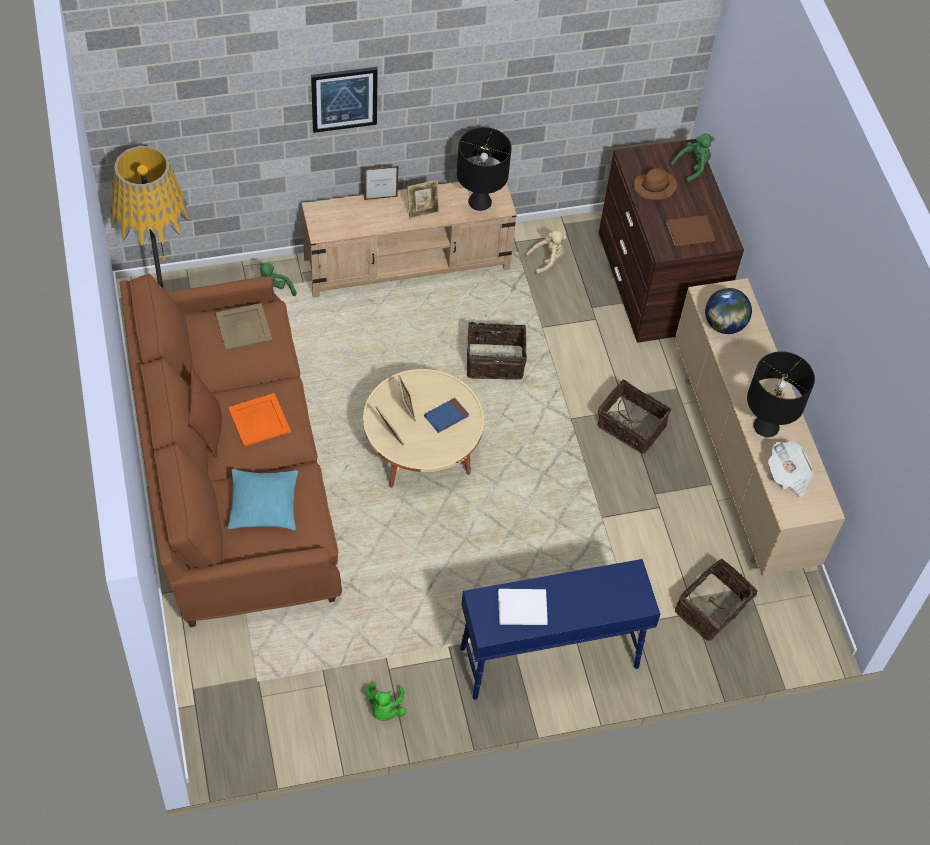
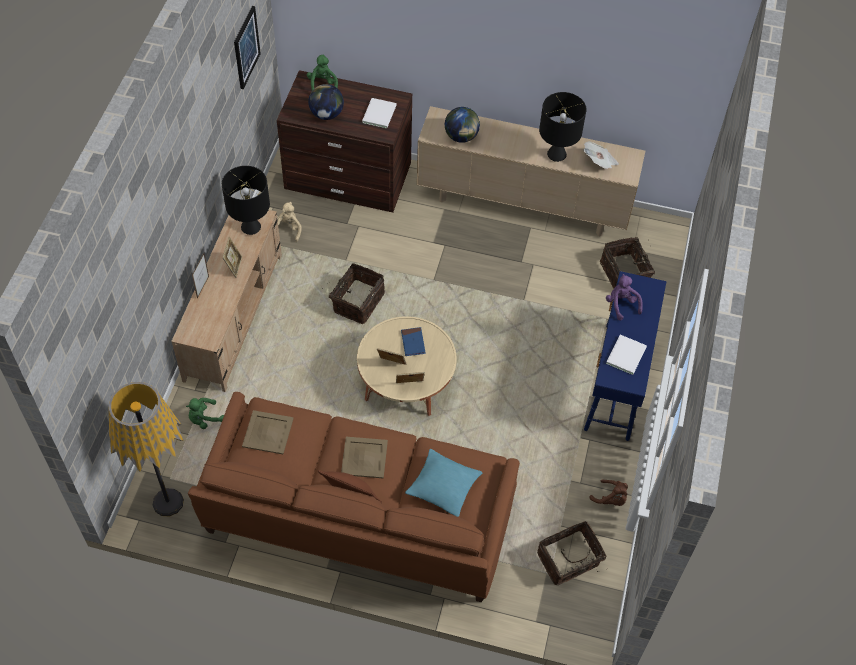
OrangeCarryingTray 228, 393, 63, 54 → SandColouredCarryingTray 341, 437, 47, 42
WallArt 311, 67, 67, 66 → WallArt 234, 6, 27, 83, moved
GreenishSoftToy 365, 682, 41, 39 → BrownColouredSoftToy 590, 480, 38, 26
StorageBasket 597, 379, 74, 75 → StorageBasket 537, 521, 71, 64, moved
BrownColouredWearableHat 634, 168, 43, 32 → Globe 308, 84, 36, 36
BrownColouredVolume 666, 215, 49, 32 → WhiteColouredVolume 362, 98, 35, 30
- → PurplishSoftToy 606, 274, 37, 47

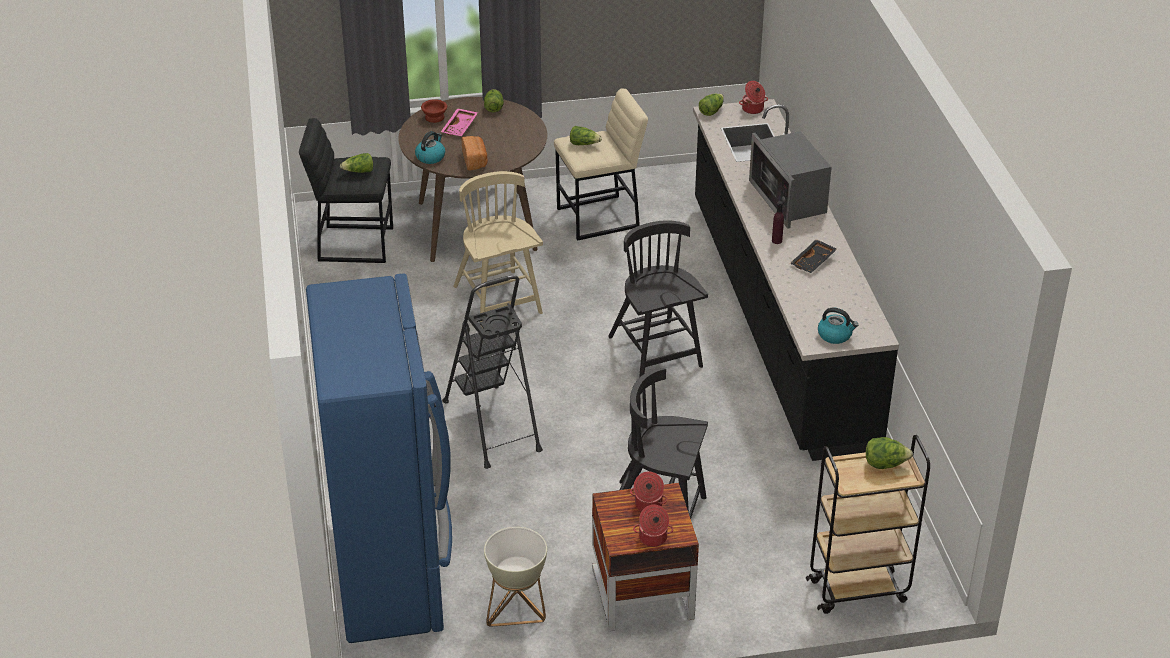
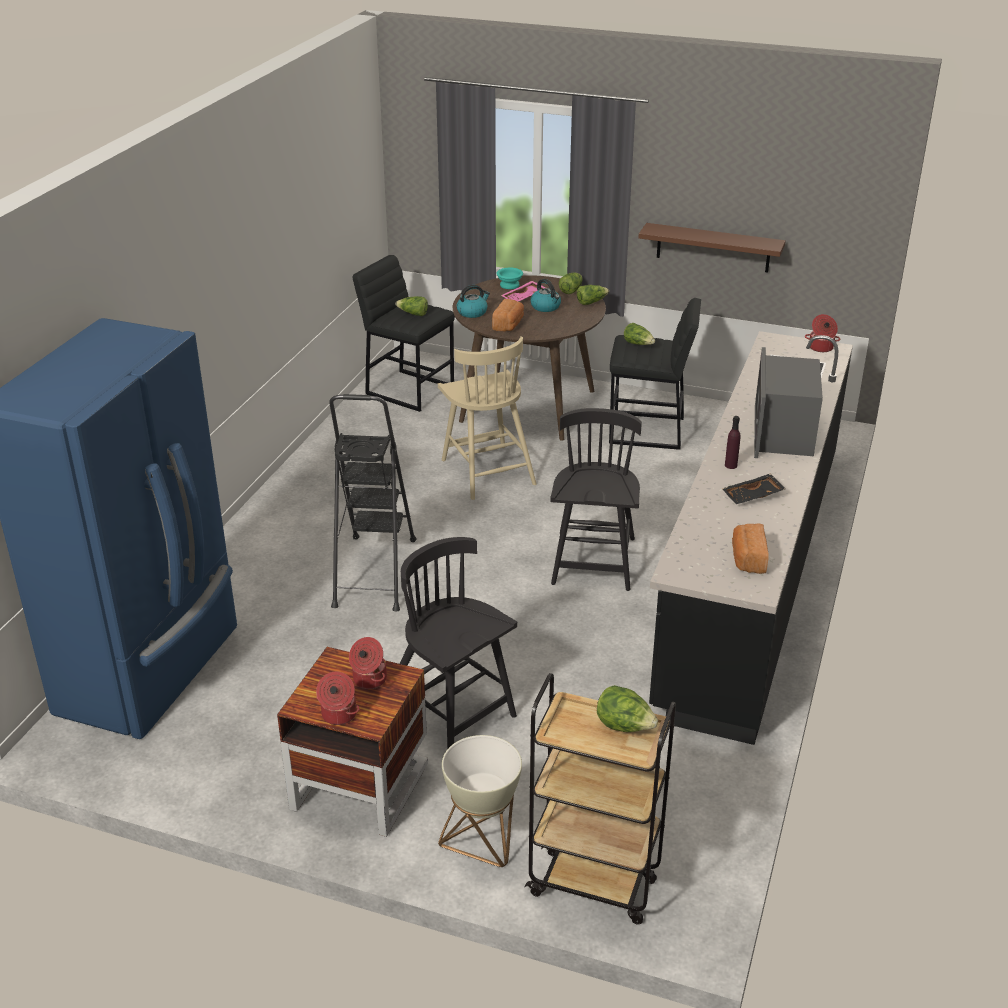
BrownColouredBowl 421, 99, 26, 24 → BlueGreenBowl 497, 268, 26, 21
SandColouredChair 453, 171, 90, 157 → SandColouredChair 438, 336, 98, 164, 150 degrees clockwise
Planter 484, 527, 63, 100 → Planter 438, 735, 84, 132, moved
SandColouredStool 554, 89, 94, 152 → BlackStool 609, 298, 92, 152
HeadOfLettuce 699, 94, 25, 22 → HeadOfLettuce 577, 285, 32, 20, moved
Kettle 818, 308, 40, 36 → Kettle 531, 279, 30, 33, moved
- → BrownColouredShelf 638, 223, 148, 49
- → Bread 732, 523, 37, 51

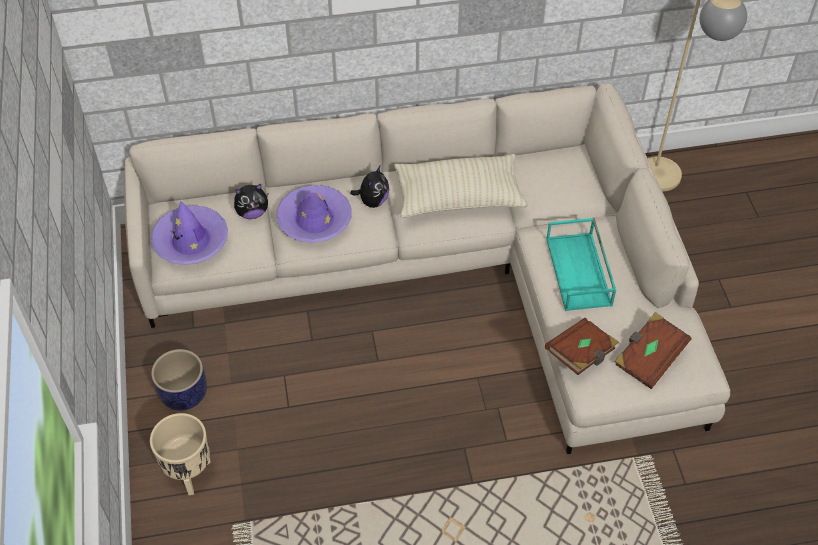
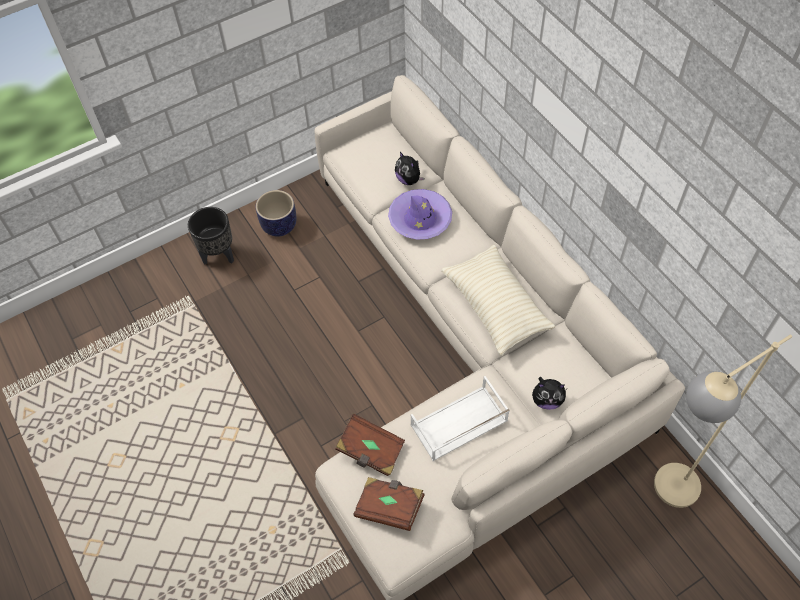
PurplishWearableHat 150, 201, 78, 64 → -
SandColouredPlanter 150, 413, 61, 82 → BlackPlanter 188, 207, 46, 58
SoftToy 350, 166, 39, 42 → SoftToy 532, 377, 34, 33, moved
BlueGreenCarryingTray 546, 218, 70, 93 → WhiteColouredCarryingTray 411, 376, 99, 85

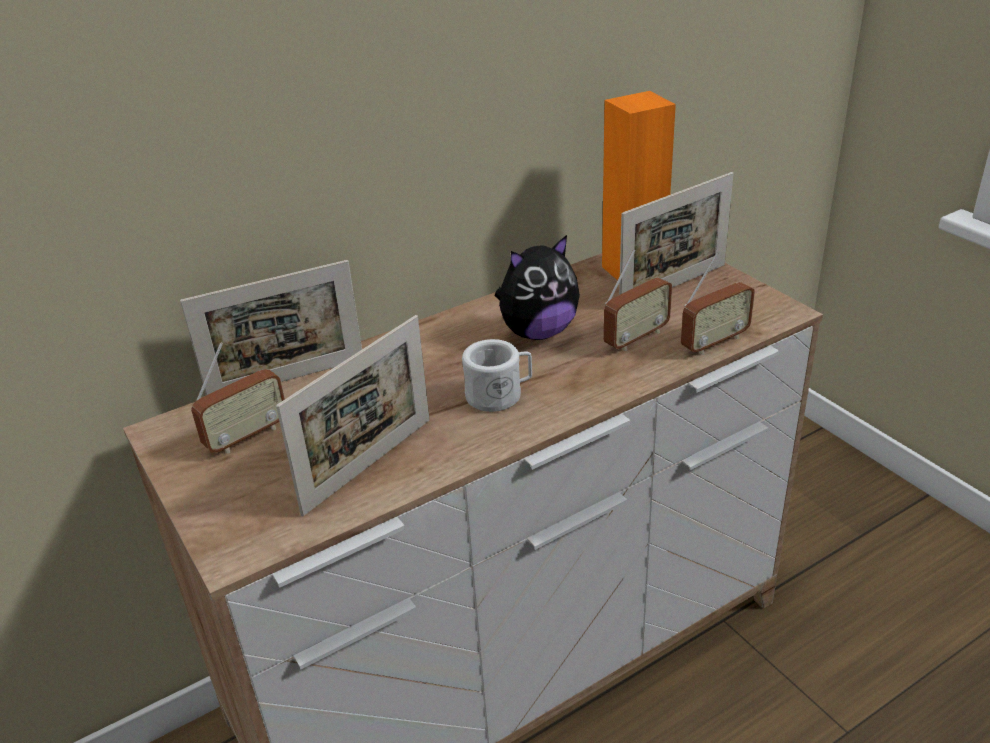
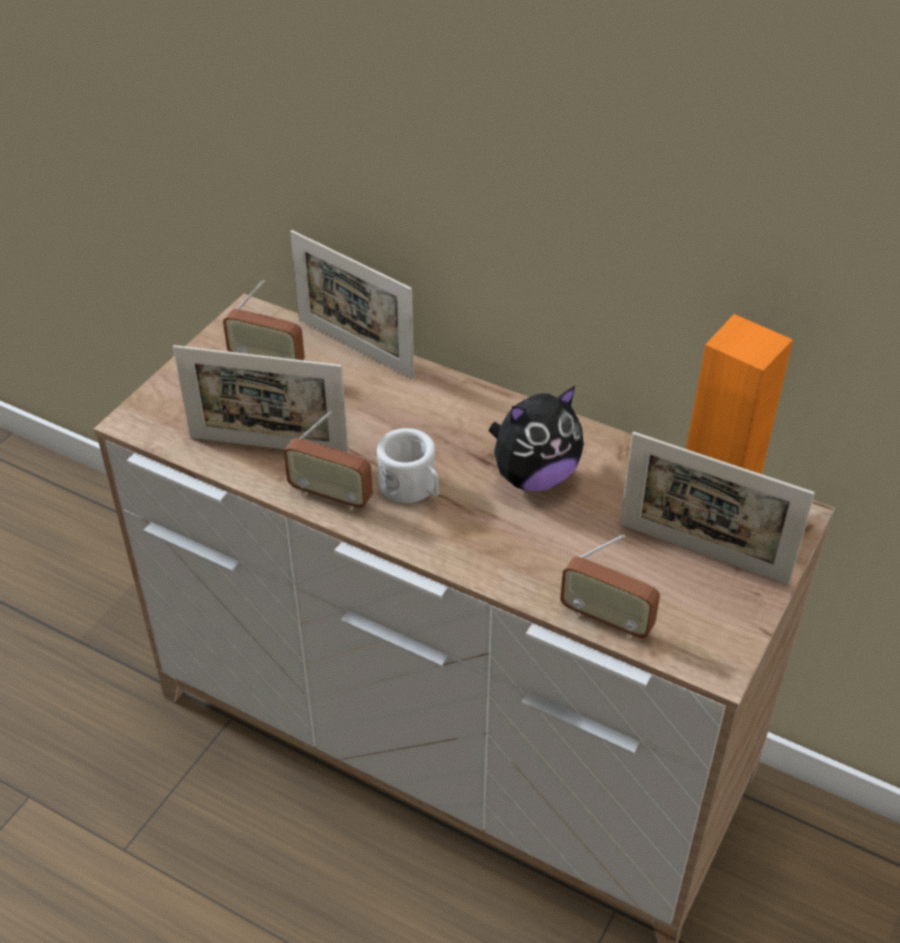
SoftToy 495, 235, 85, 105 → SoftToy 488, 386, 96, 105, 60 degrees counterclockwise
RadioSet 604, 249, 68, 102 → RadioSet 284, 411, 89, 100, moved

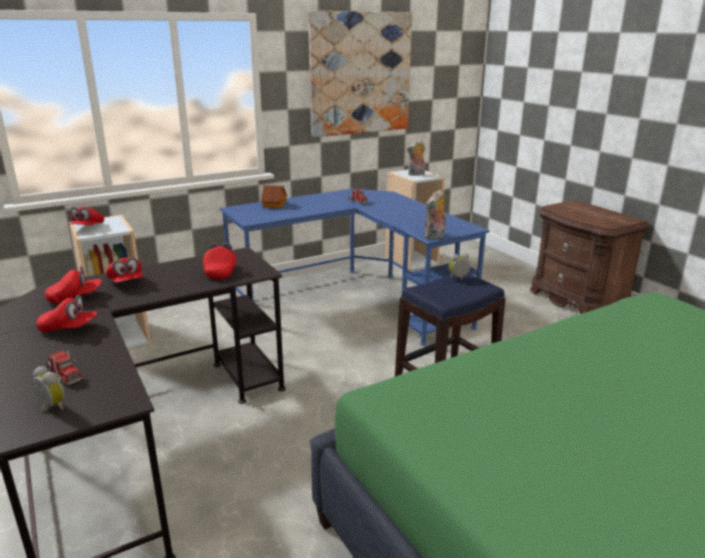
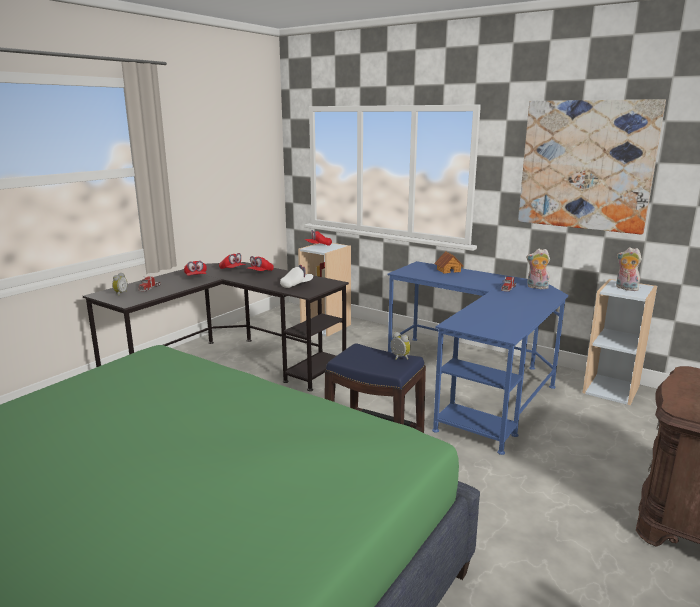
RedColouredPeakedCap 203, 243, 33, 36 → WhiteColouredPeakedCap 280, 265, 33, 23
SoftToy 425, 190, 21, 49 → SoftToy 526, 249, 24, 40, moved

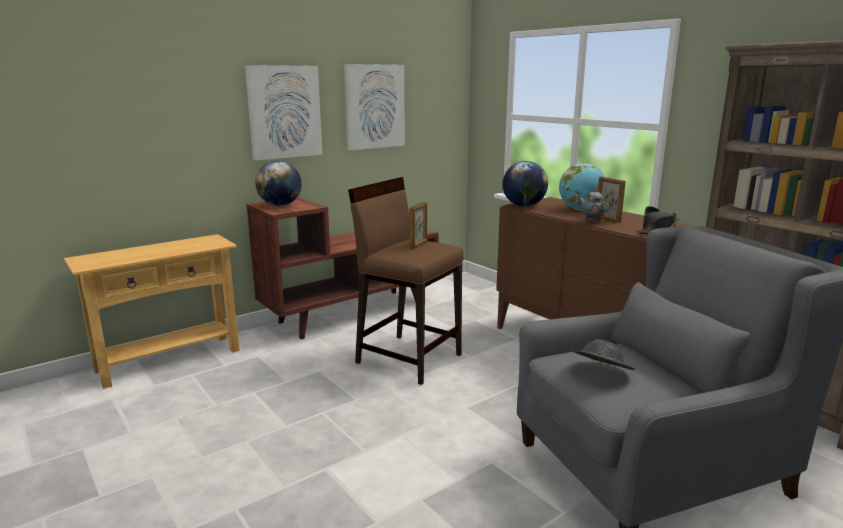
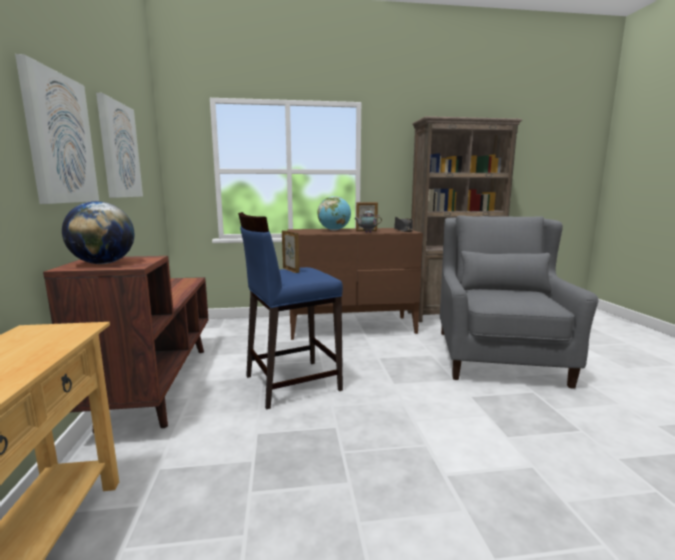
BrownColouredStool 348, 177, 116, 208 → BlueColouredStool 238, 212, 105, 198
Globe 502, 161, 46, 46 → -
GreyishWearableHat 569, 339, 66, 31 → -

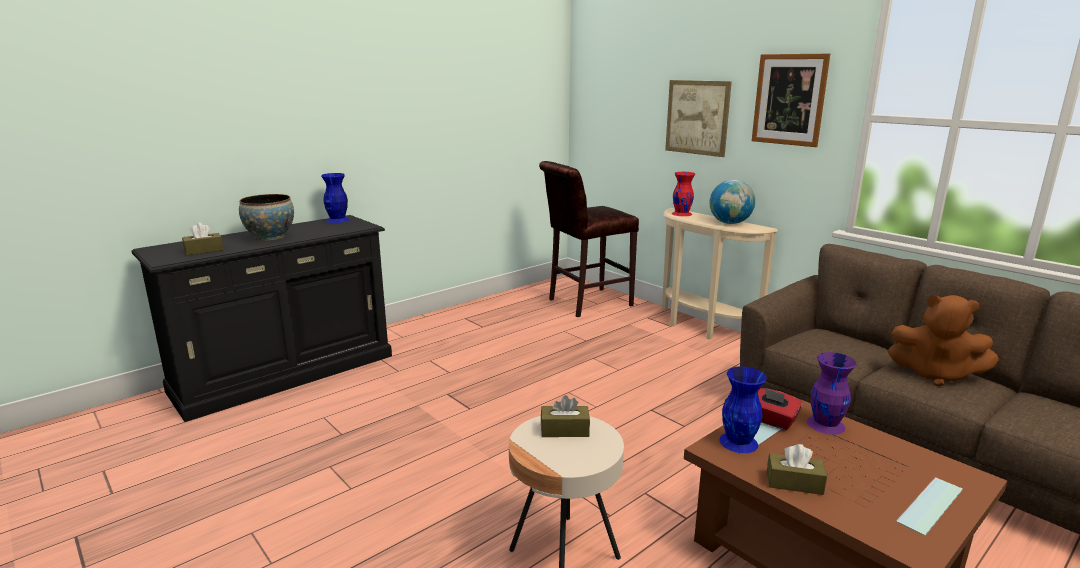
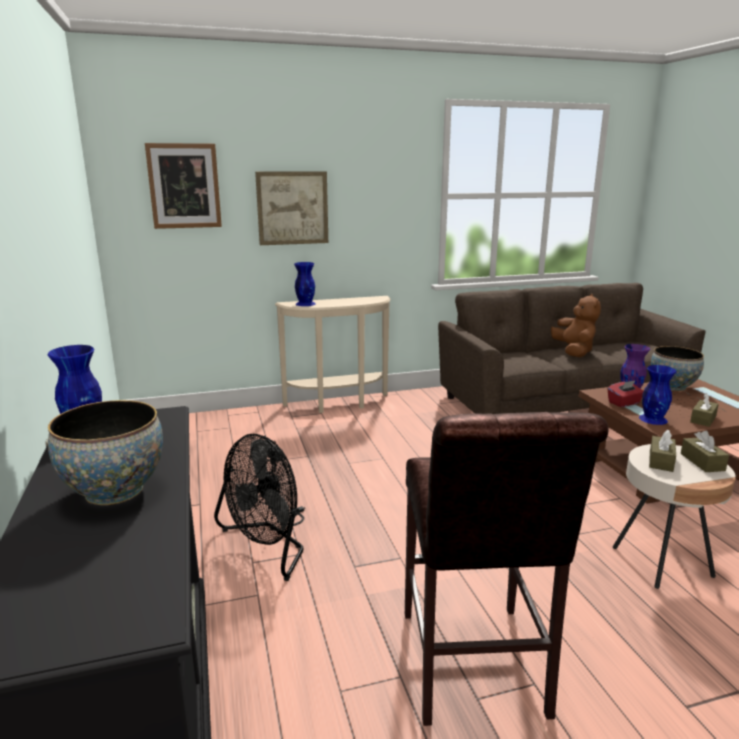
BrownColouredBoxOfTissues 182, 223, 41, 32 → BrownColouredBoxOfTissues 681, 431, 48, 41, moved
BrownColouredStool 539, 161, 100, 156 → BrownColouredStool 405, 412, 204, 314, moved
RedColouredDecorativeVase 672, 172, 23, 44 → BlueColouredDecorativeVase 294, 262, 22, 44
Globe 710, 180, 45, 44 → -
WallArt 752, 54, 78, 93 → WallArt 145, 143, 77, 86, moved
BrownColouredSoftToy 887, 295, 112, 91 → BrownColouredSoftToy 551, 294, 50, 63, 60 degrees counterclockwise
- → BlackFan 214, 434, 92, 147
- → Bowl 651, 346, 53, 45

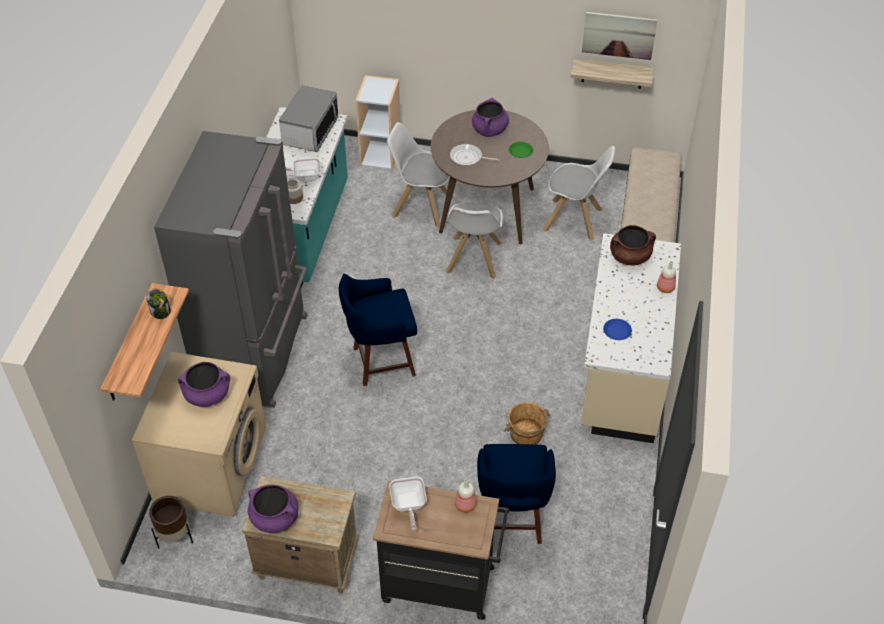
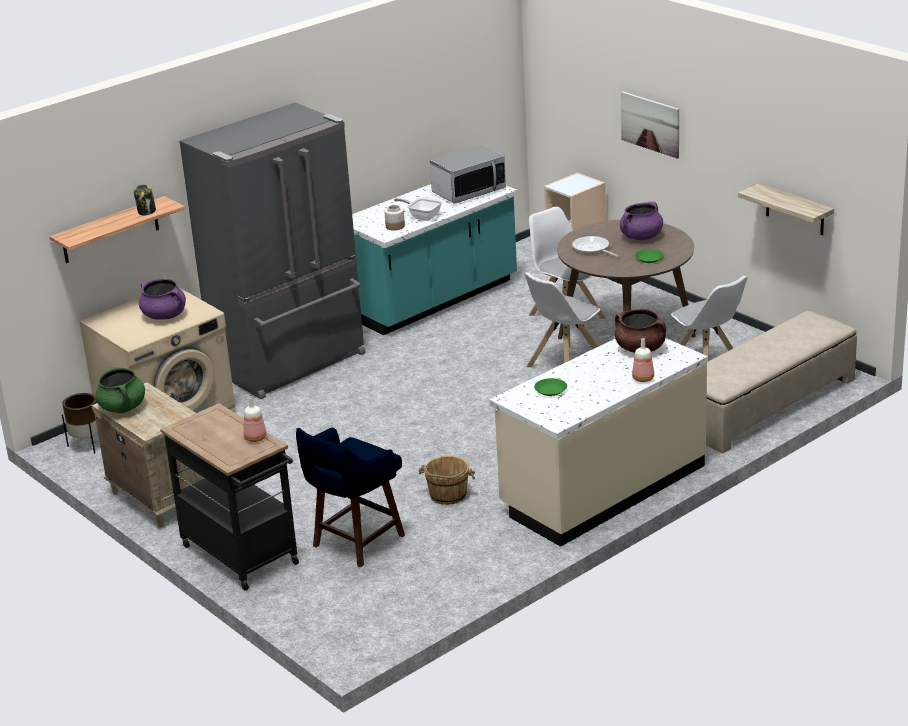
PurplishCookingPot 248, 485, 50, 48 → GreenishCookingPot 95, 367, 50, 46
BlueColouredStool 339, 274, 78, 112 → -
FryingPan 389, 477, 38, 54 → -
WallArt 582, 12, 75, 48 → WallArt 621, 91, 58, 68, moved
BlueColouredDinnerPlate 603, 319, 29, 21 → GreenishDinnerPlate 534, 378, 33, 18

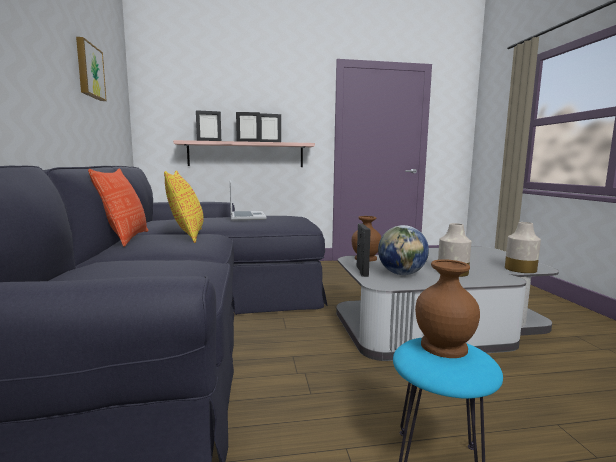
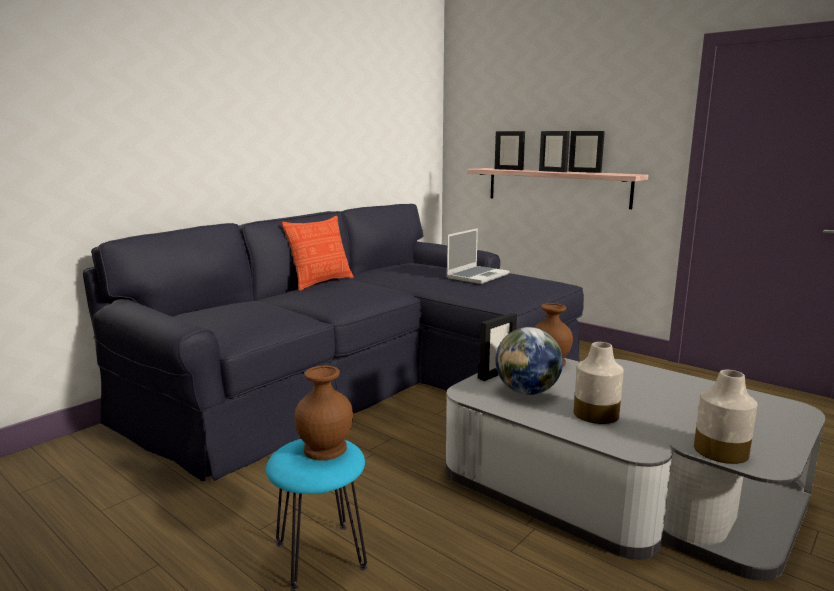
WallArt 76, 37, 31, 64 → -
YellowishThrowPillow 164, 171, 40, 72 → -

